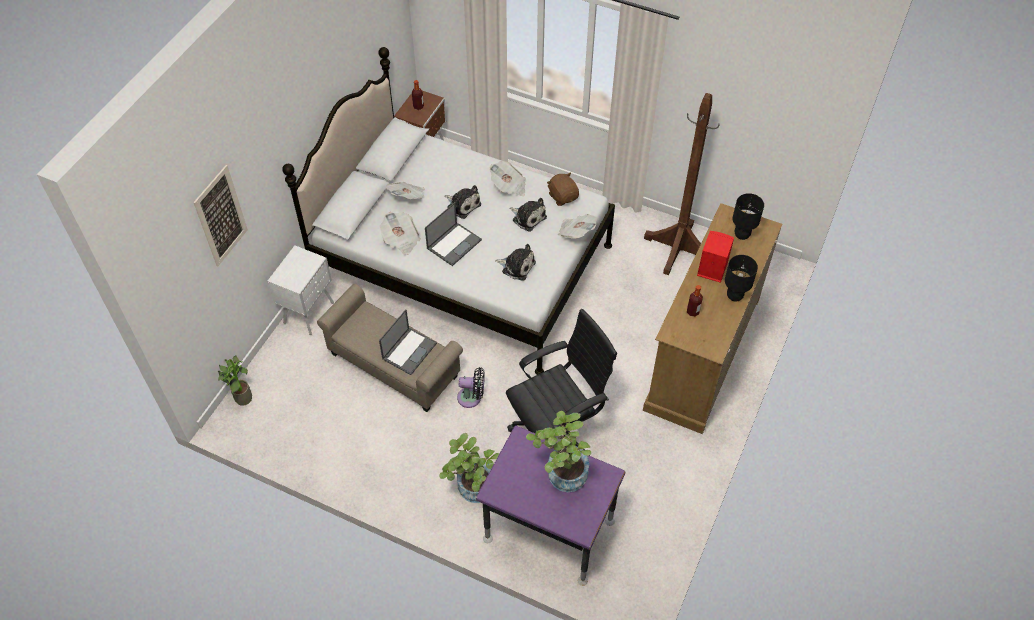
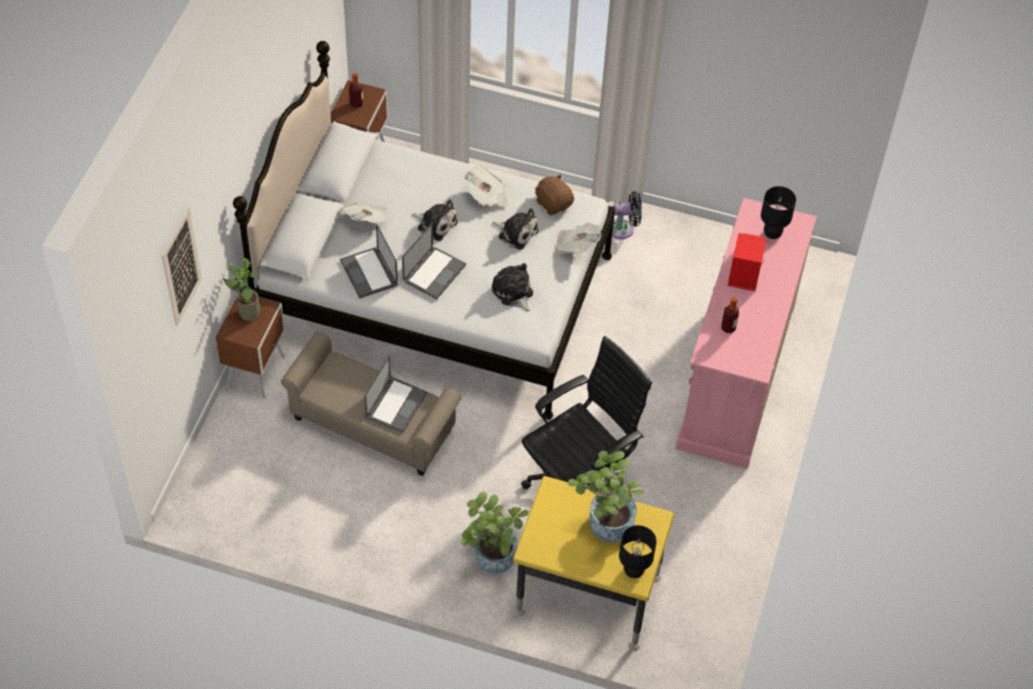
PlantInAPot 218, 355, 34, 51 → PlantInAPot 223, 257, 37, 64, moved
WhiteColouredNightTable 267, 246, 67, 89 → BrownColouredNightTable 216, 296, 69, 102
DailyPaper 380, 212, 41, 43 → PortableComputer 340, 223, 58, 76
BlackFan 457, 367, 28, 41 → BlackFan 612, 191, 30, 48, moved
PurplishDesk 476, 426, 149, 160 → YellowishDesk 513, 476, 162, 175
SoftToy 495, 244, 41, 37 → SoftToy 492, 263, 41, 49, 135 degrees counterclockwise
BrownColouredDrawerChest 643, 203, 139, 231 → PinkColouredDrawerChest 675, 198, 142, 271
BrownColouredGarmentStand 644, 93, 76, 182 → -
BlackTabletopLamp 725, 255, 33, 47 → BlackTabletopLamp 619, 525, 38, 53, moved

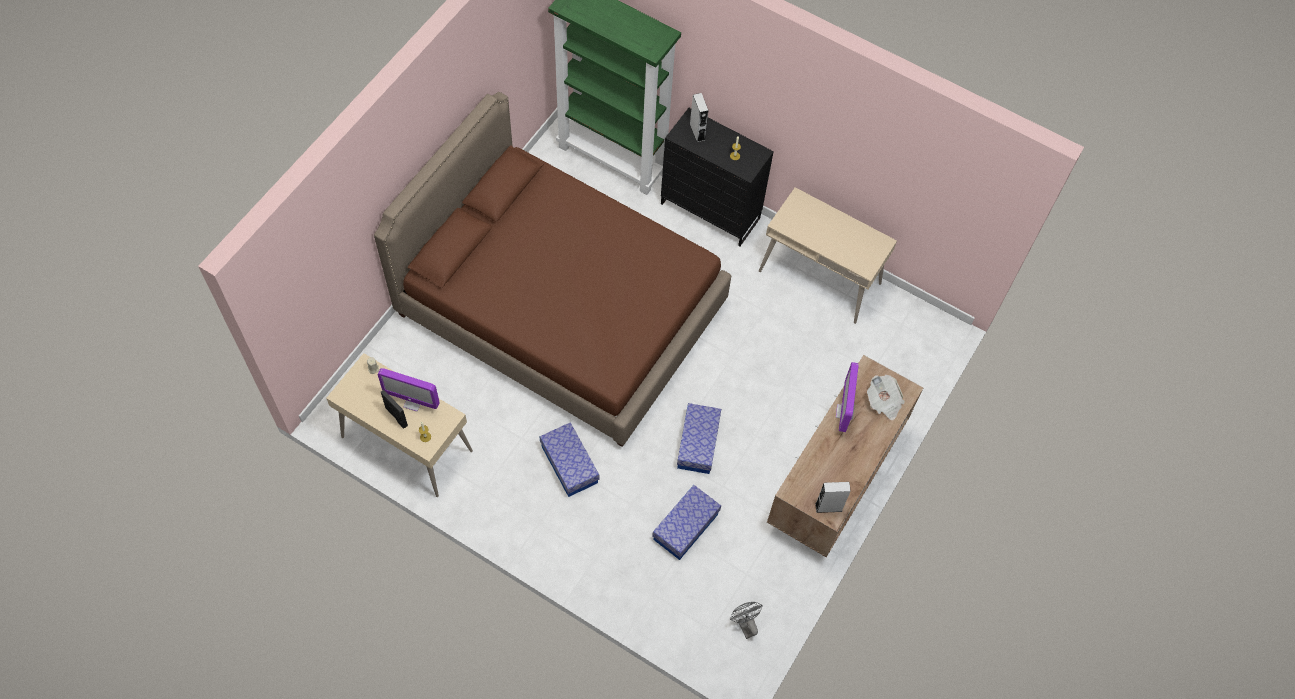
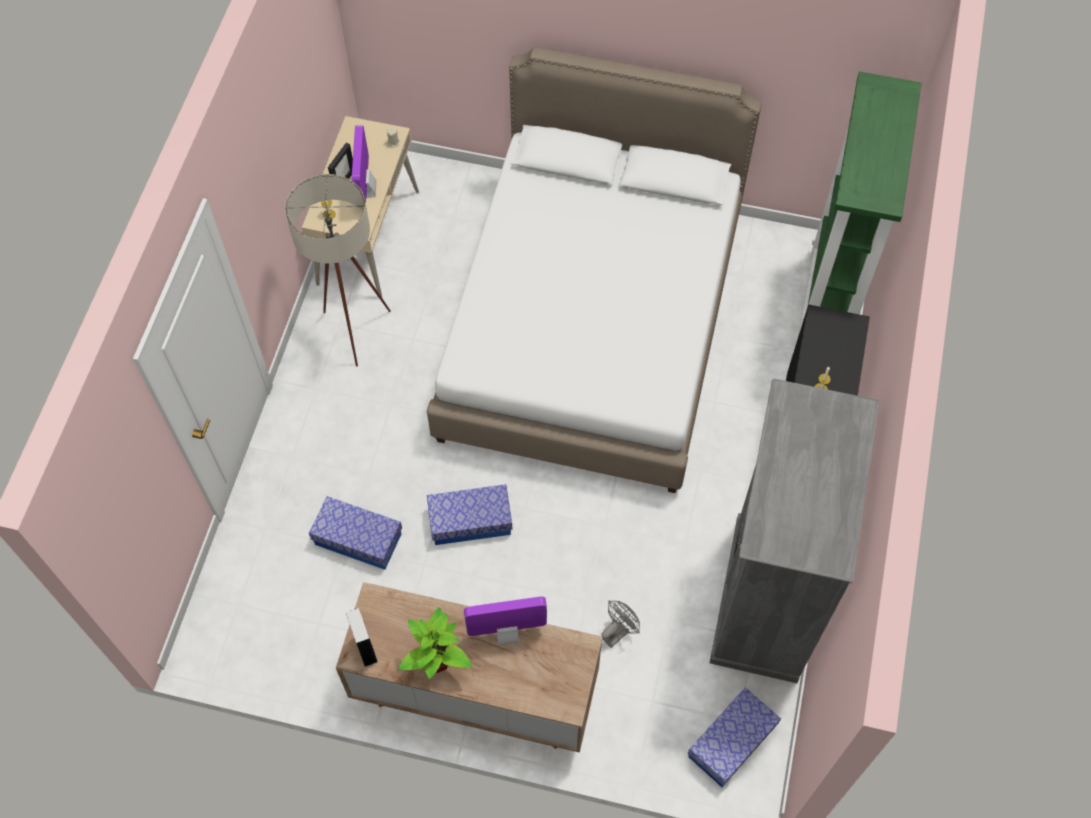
BrownColouredBed 374, 92, 357, 355 → WhiteColouredBed 427, 47, 335, 446
StorageContainer 539, 422, 60, 75 → StorageContainer 688, 687, 93, 100, moved
GreyishSpeaker 690, 93, 18, 49 → -
GreyishFan 730, 602, 33, 37 → GreyishFan 601, 601, 39, 47, moved
SandColouredDesk 759, 187, 138, 137 → GreyishClothesCupboard 710, 379, 169, 304
DailyPaper 867, 375, 38, 45 → -
- → SandColouredStandardLamp 285, 174, 106, 193
- → PlantInAPot 398, 607, 74, 72

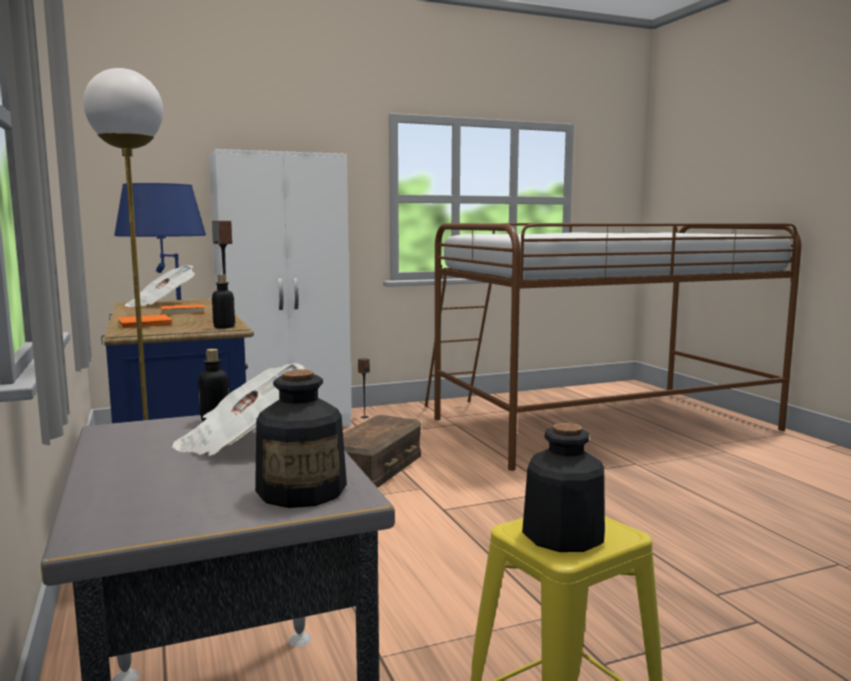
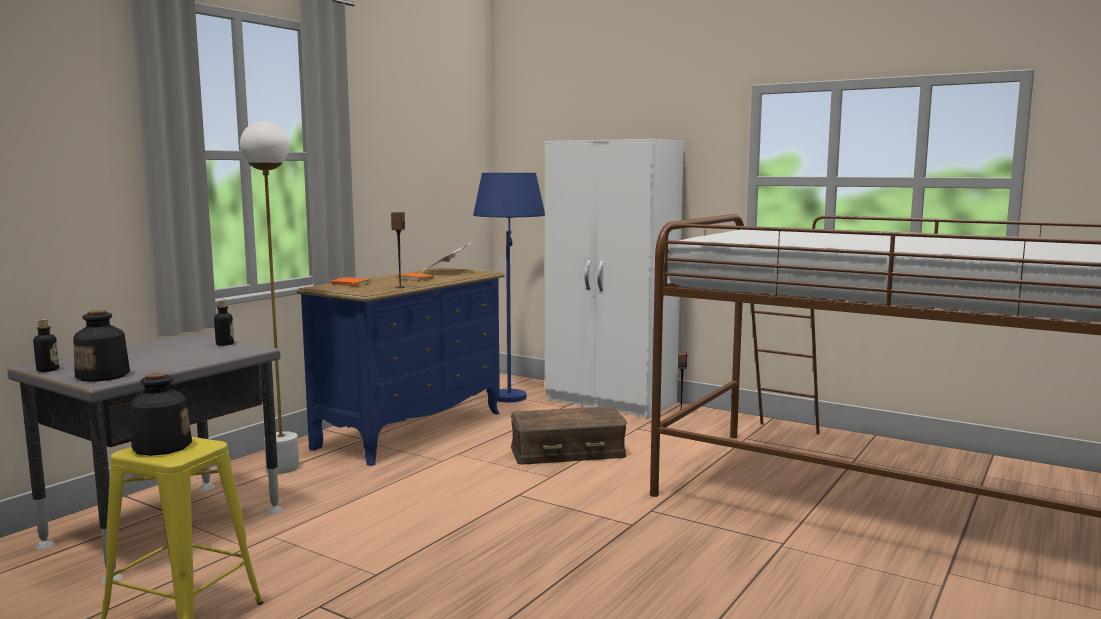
DailyPaper 172, 363, 133, 93 → -
BeverageBottle 212, 274, 23, 55 → BeverageBottle 33, 319, 26, 53, moved

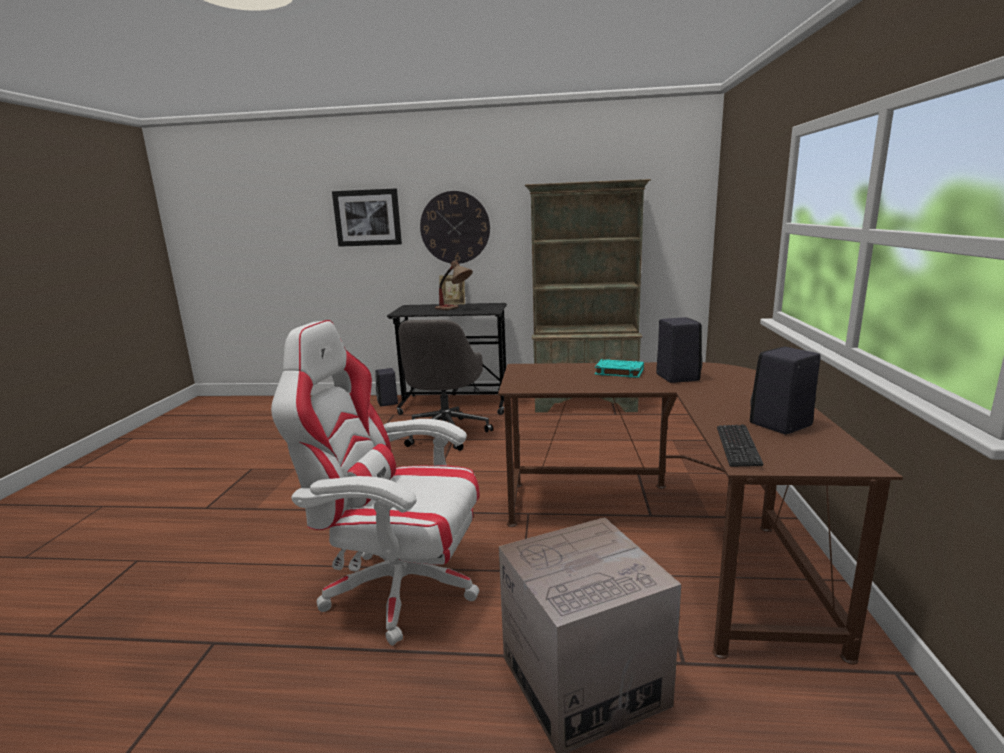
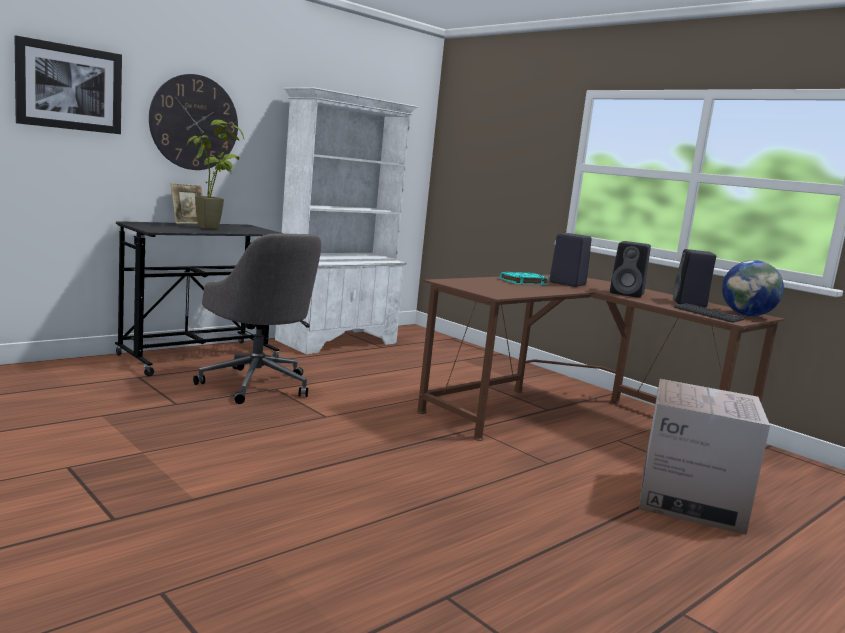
WhiteColouredComputerChair 271, 320, 209, 326 → -
BlackSpeaker 376, 368, 22, 38 → BlackSpeaker 610, 241, 41, 57, moved
TabletopLamp 435, 260, 38, 50 → PlantInAPot 187, 120, 57, 109
GreenishShelvingUnit 525, 179, 126, 233 → WhiteColouredShelvingUnit 275, 87, 143, 267
- → Globe 722, 260, 62, 56

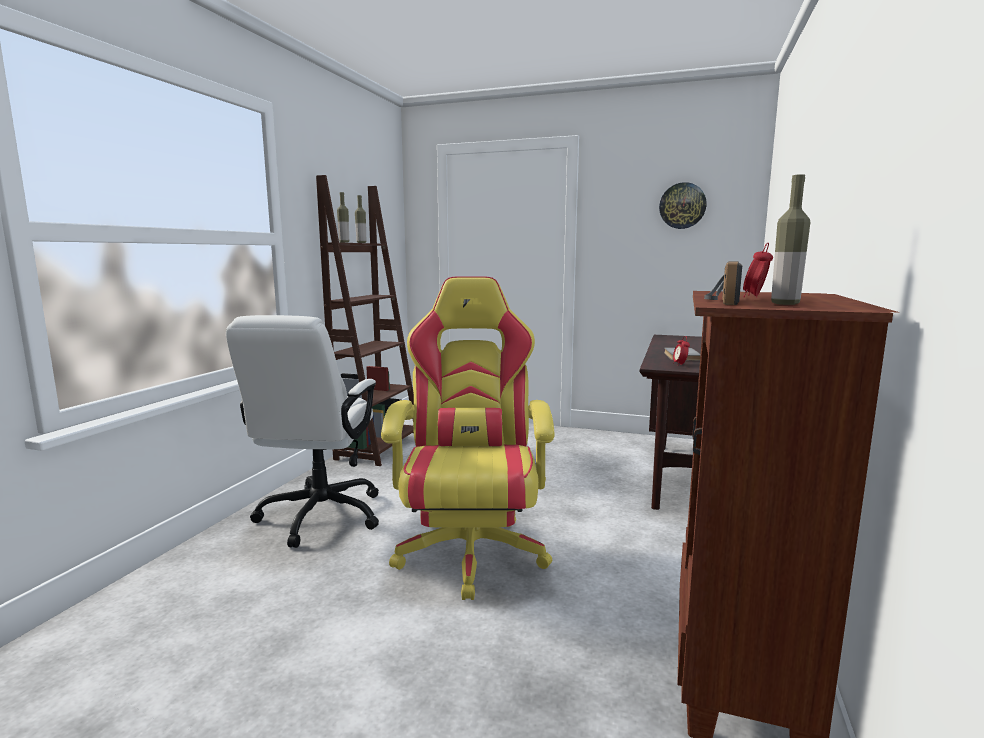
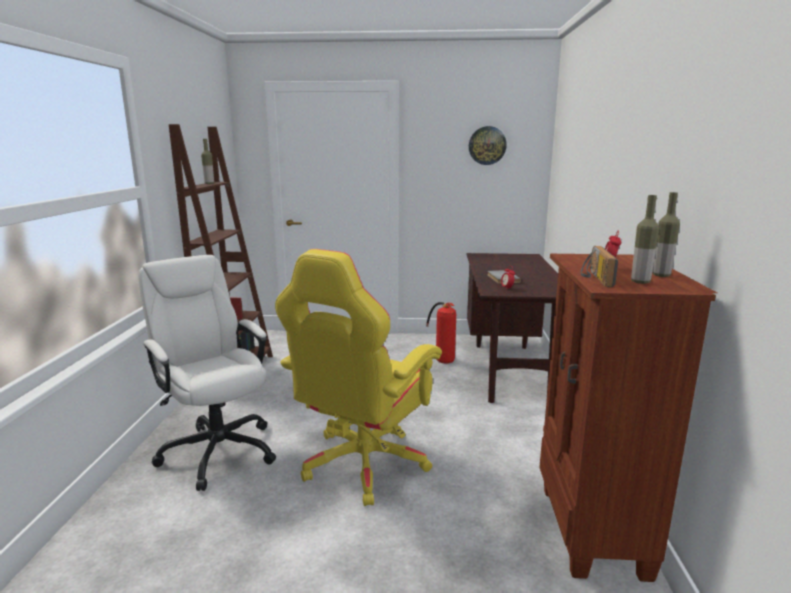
WhiteColouredComputerChair 226, 315, 153, 233 → WhiteColouredComputerChair 138, 255, 138, 236, 150 degrees clockwise
BeverageBottle 337, 192, 12, 51 → BeverageBottle 653, 192, 27, 85, moved
YellowishComputerChair 381, 276, 174, 324 → YellowishComputerChair 275, 249, 167, 257, 135 degrees counterclockwise
- → FireFightingCylinder 426, 302, 30, 61

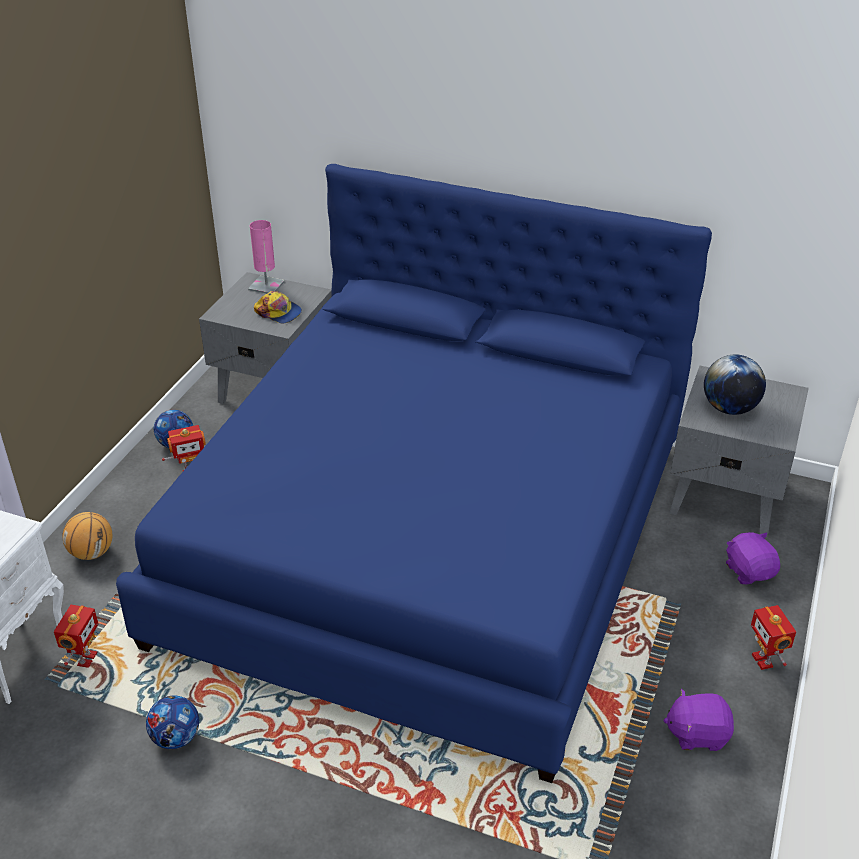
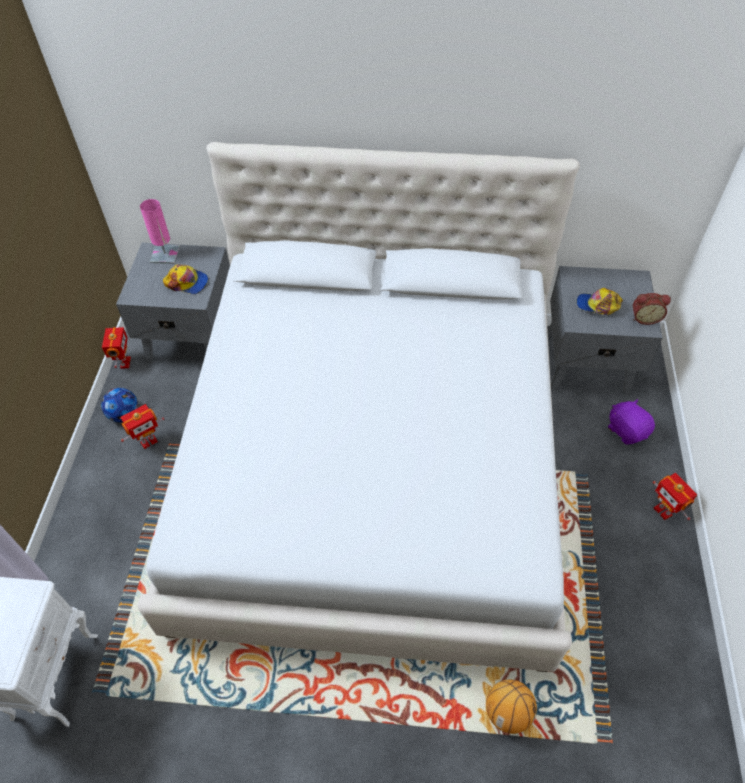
ToyRobot 54, 605, 44, 63 → ToyRobot 102, 327, 29, 42, moved
BasketballBall 62, 512, 50, 48 → BasketballBall 486, 680, 51, 54, moved
BlueColouredBed 116, 164, 596, 619 → WhiteColouredBed 138, 142, 442, 530
FootballBall 146, 695, 53, 54 → -
PurplishSoftToy 663, 689, 71, 62 → -
Globe 704, 354, 62, 61 → PeakedCap 576, 288, 47, 27
- → TableClock 633, 293, 38, 32

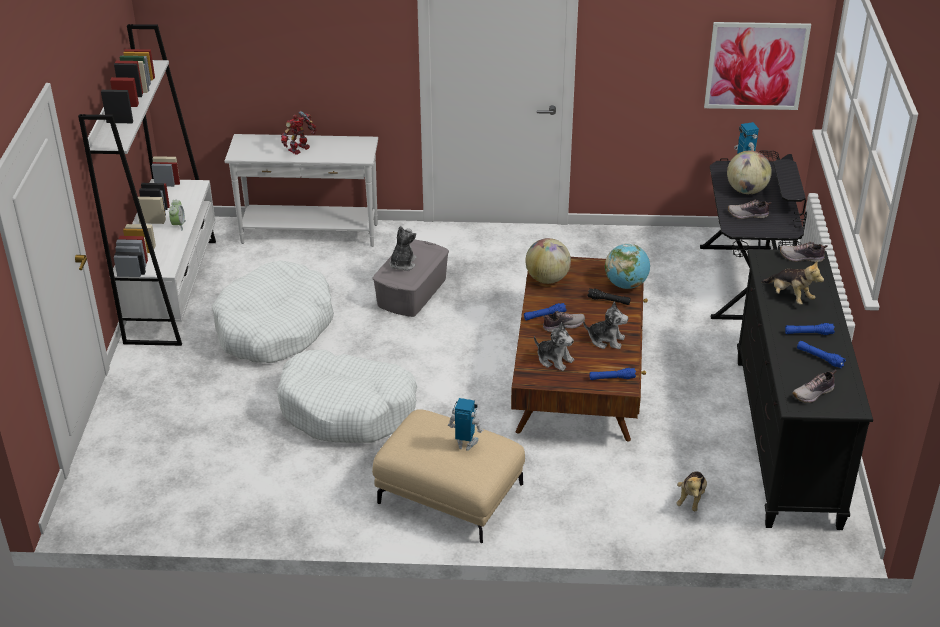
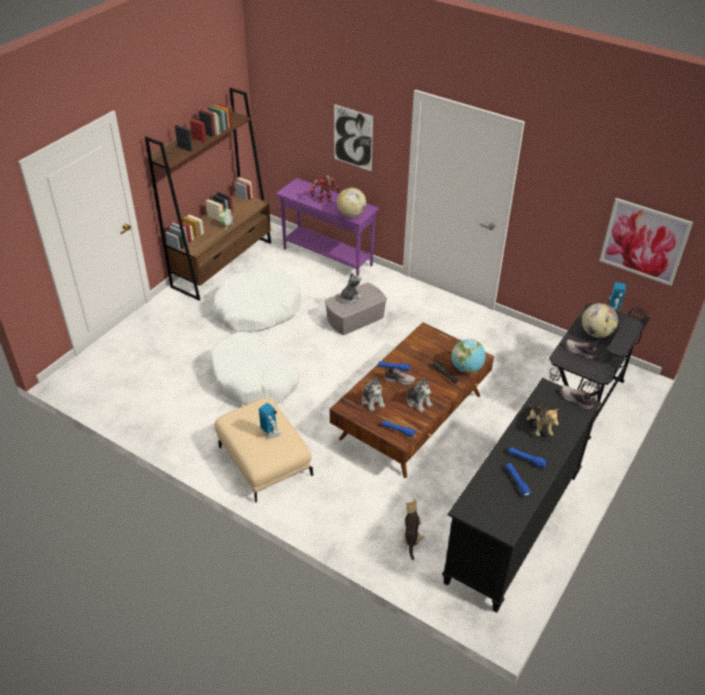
WhiteColouredShelvingUnit 78, 24, 138, 322 → BrownColouredShelvingUnit 145, 88, 126, 212
WhiteColouredHallTable 224, 134, 154, 113 → PurplishHallTable 276, 178, 103, 98
Globe 525, 238, 46, 46 → Globe 337, 187, 29, 30, moved
SoftToy 676, 472, 31, 39 → SoftToy 402, 499, 22, 61, 135 degrees clockwise
ItemOfFootwear 792, 370, 45, 33 → -
- → WallArt 334, 104, 39, 67

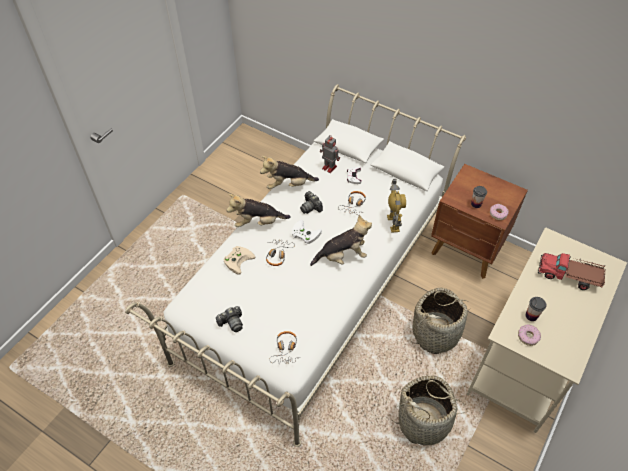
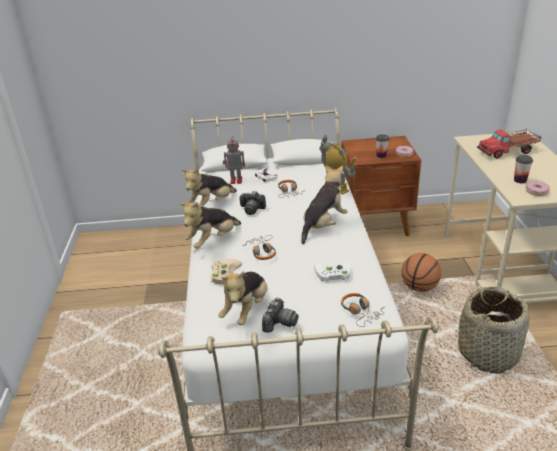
WhiteColouredJoypad 292, 220, 30, 25 → WhiteColouredJoypad 314, 260, 37, 23, moved
StorageBasket 411, 287, 59, 67 → BasketballBall 401, 253, 40, 39
- → SoftToy 218, 271, 49, 54

